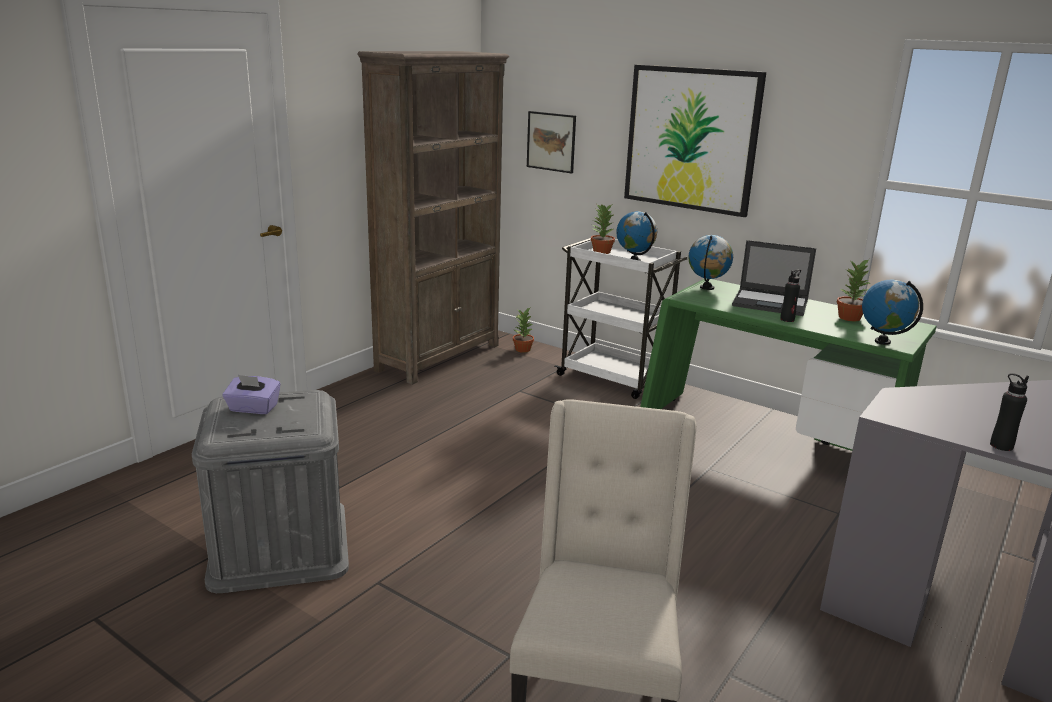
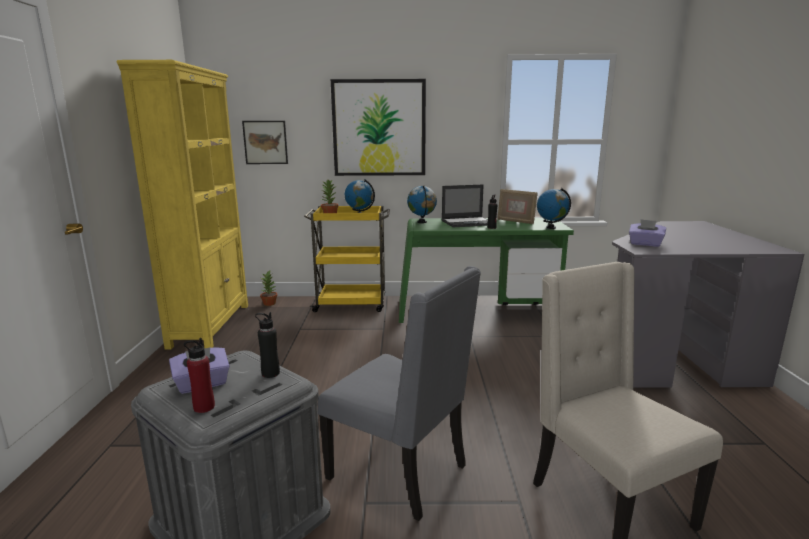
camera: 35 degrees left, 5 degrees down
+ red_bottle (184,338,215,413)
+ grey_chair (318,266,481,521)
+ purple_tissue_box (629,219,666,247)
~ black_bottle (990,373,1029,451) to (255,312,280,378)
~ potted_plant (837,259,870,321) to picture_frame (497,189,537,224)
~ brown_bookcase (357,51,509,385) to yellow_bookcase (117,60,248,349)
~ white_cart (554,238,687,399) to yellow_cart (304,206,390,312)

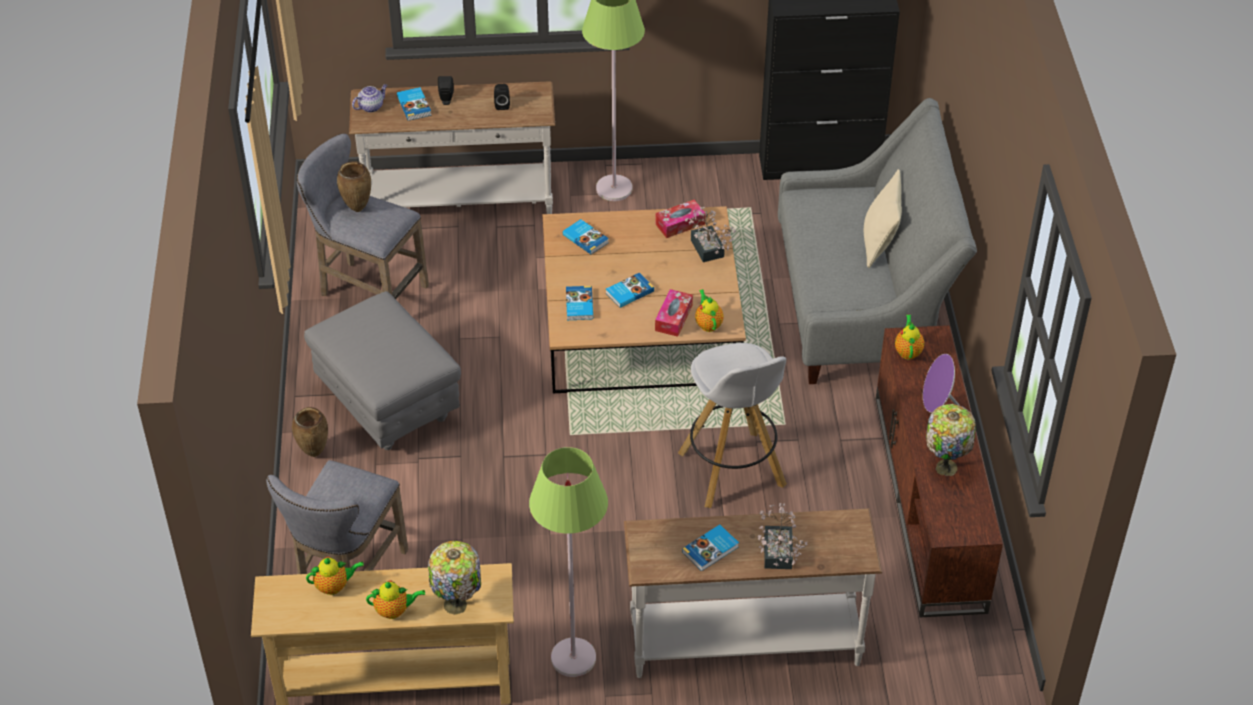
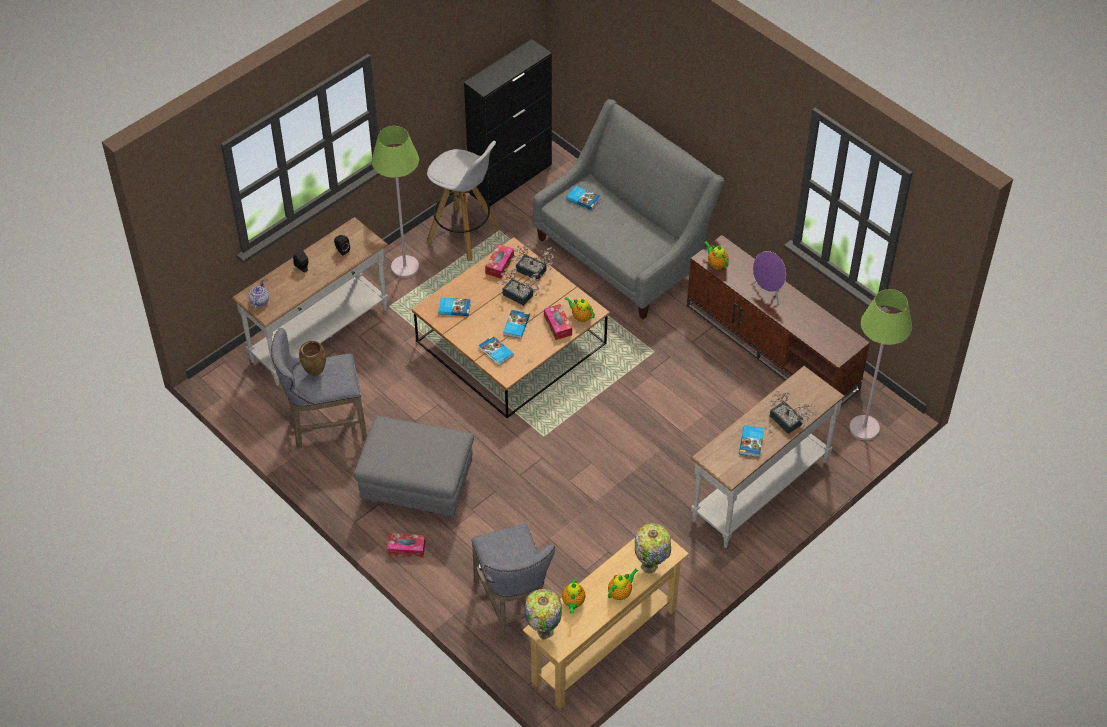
camera: 40 degrees left, 5 degrees up
- beige_pillow (864,169,902,268)
+ potted_plant (497,268,542,306)
~ book (397,87,432,121) to (566,186,600,210)
~ green_floor_lamp (529,447,608,677) to (849,289,912,440)
~ white_stool (678,343,787,508) to (427,141,499,262)
~ table_lamp (926,404,976,476) to (525,589,562,639)
~ brown_vase (292,407,328,457) to tissue_box (387,533,425,558)
~ teapot (306,557,364,595) = (562,578,586,613) 150 degrees clockwise

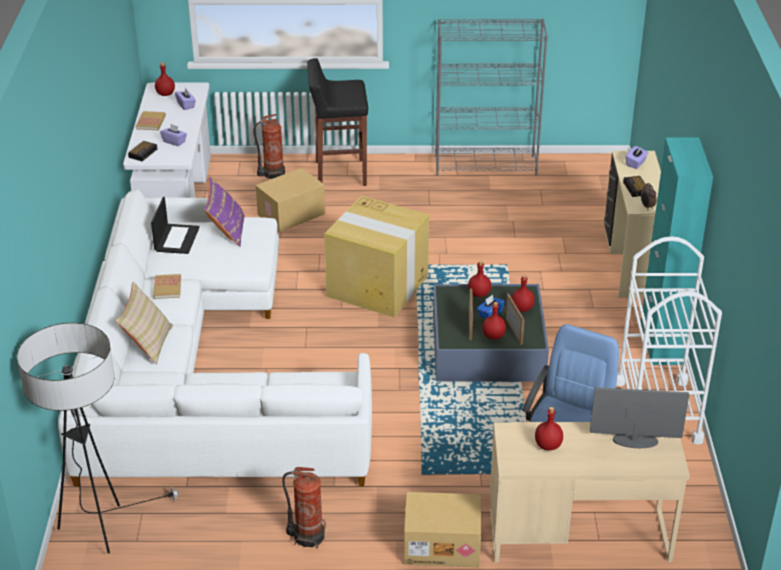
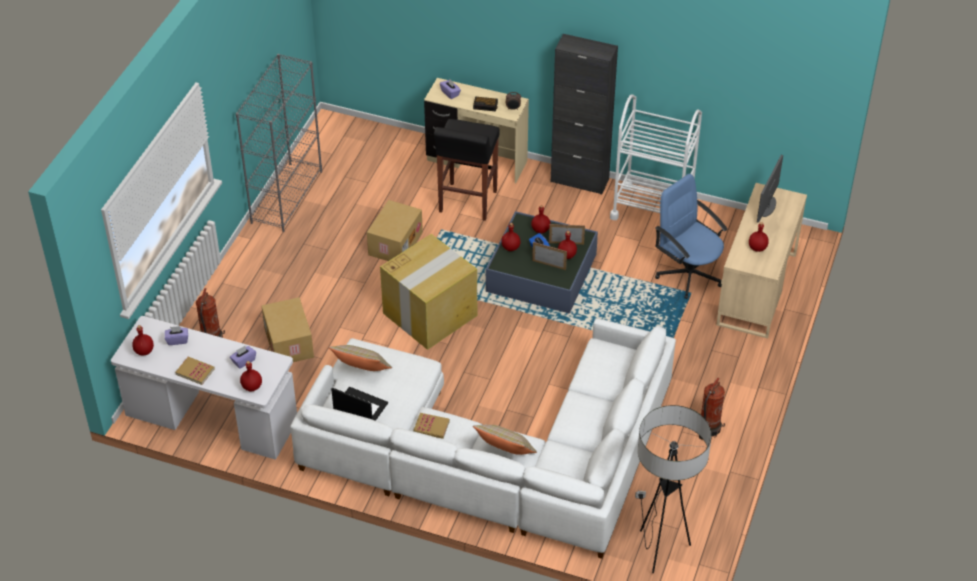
camera: 70 degrees left, 10 degrees up
~ black_stool (307,58,368,186) to (434,119,500,221)
~ cardboard_box (404,492,481,567) to (367,200,423,261)
~ alarm_clock (128,141,157,161) to red_bottle (240,361,262,391)
~ purple_pillow (204,177,245,247) to beige_pillow (328,345,392,371)
~ turquoise_cabinet (641,138,713,365) to black_cabinet (551,34,618,195)

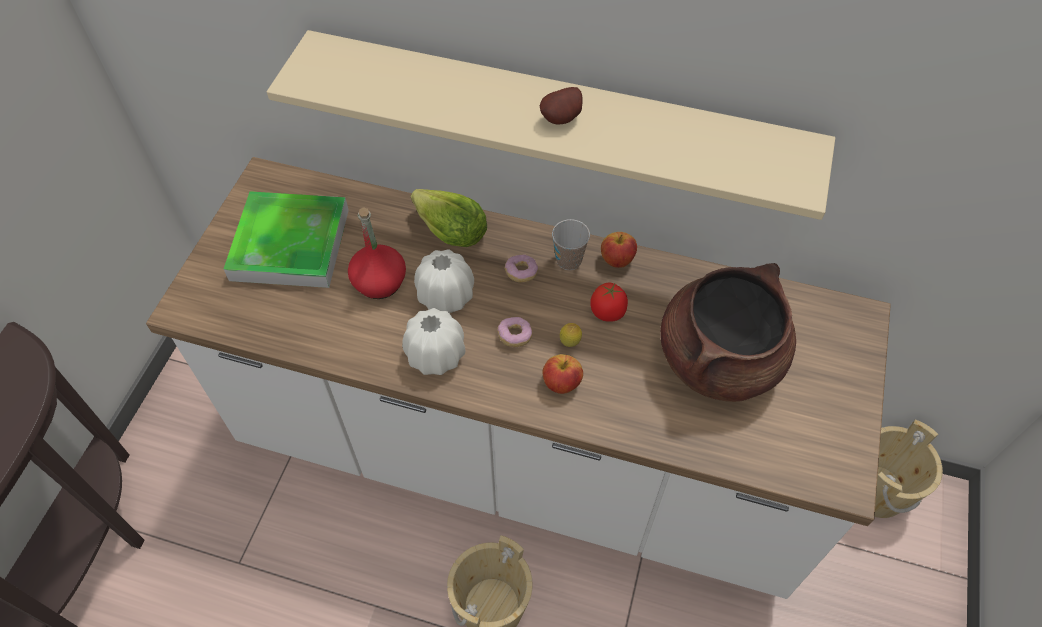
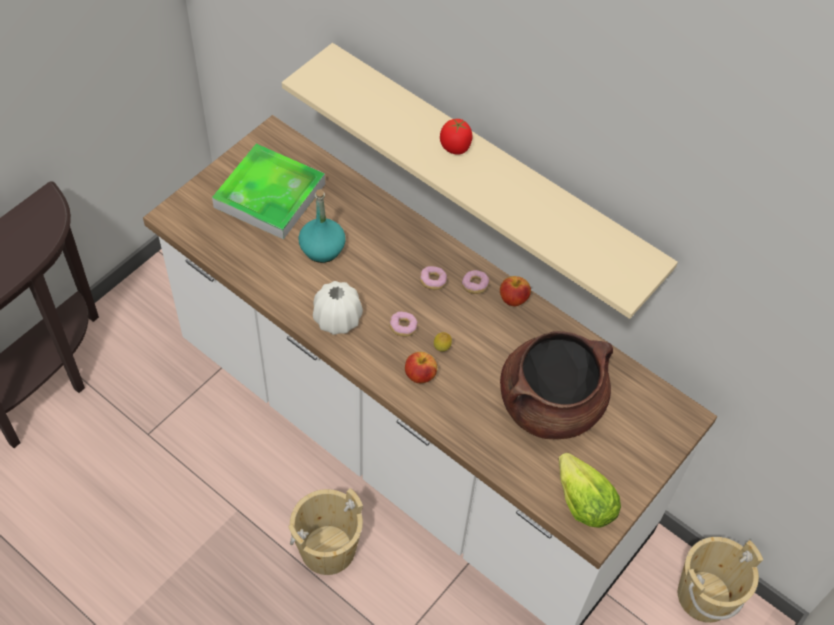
camera: 20 degrees right, 0 degrees up
- white_vase (414,249,474,313)
- potato (540,87,583,124)
~ lettuce (411,189,487,247) to (559,453,621,528)
~ tomato (590,283,628,322) to (440,119,473,155)
~ cup (552,219,590,270) to donut (462,270,490,294)
~ red_bottle (348,207,406,299) to turquoise_bottle (299,189,346,263)

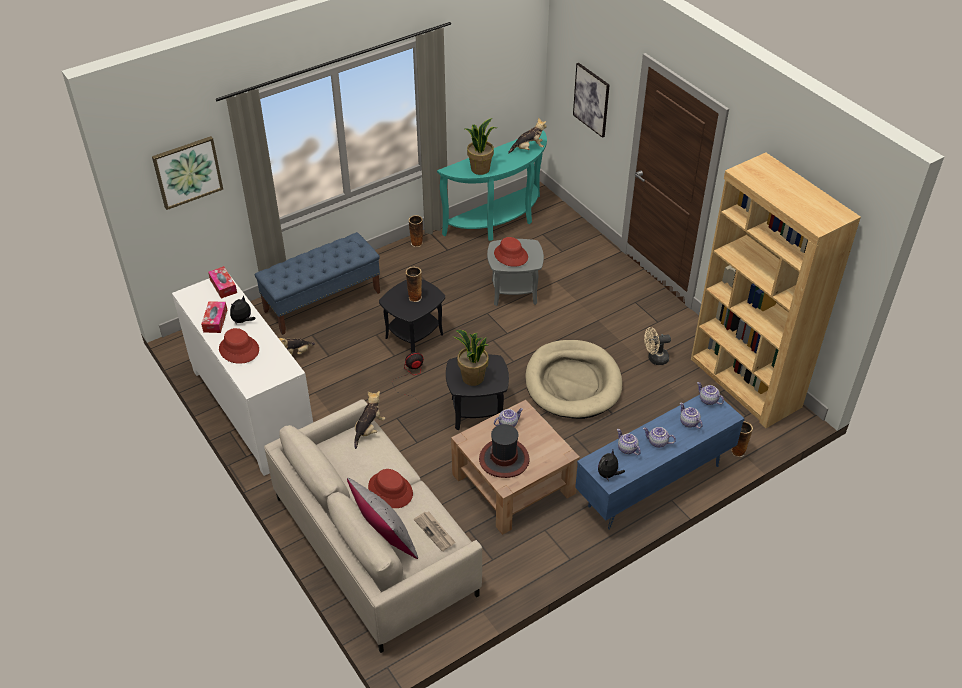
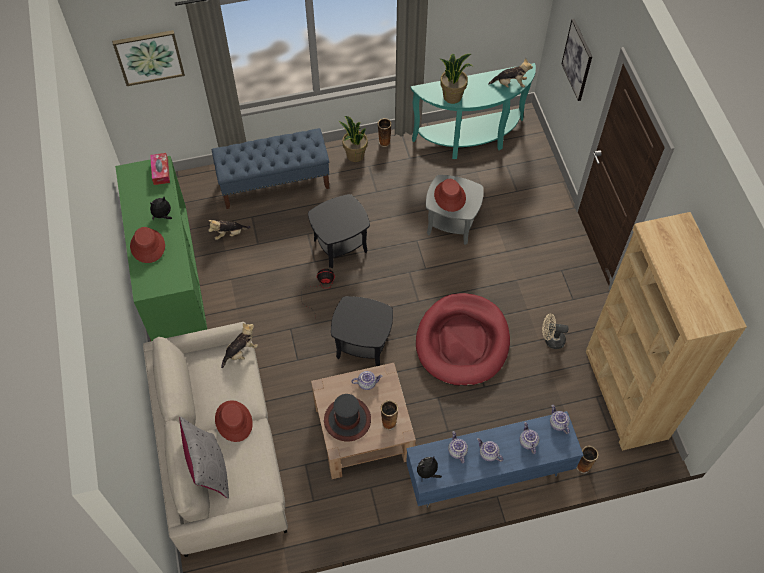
camera: 20 degrees right, 15 degrees up
- tissue_box (201,301,227,333)
- newspaper (414,512,456,551)
~ vase (405,267,422,302) to (381,400,398,430)
~ potted_plant (453,330,489,386) to (339,116,368,162)
~ white_cabinet (172,276,313,476) to green_cabinet (115,156,207,341)
~ beige_dog_bed (525,340,622,419) to red_dog_bed (416,293,510,386)

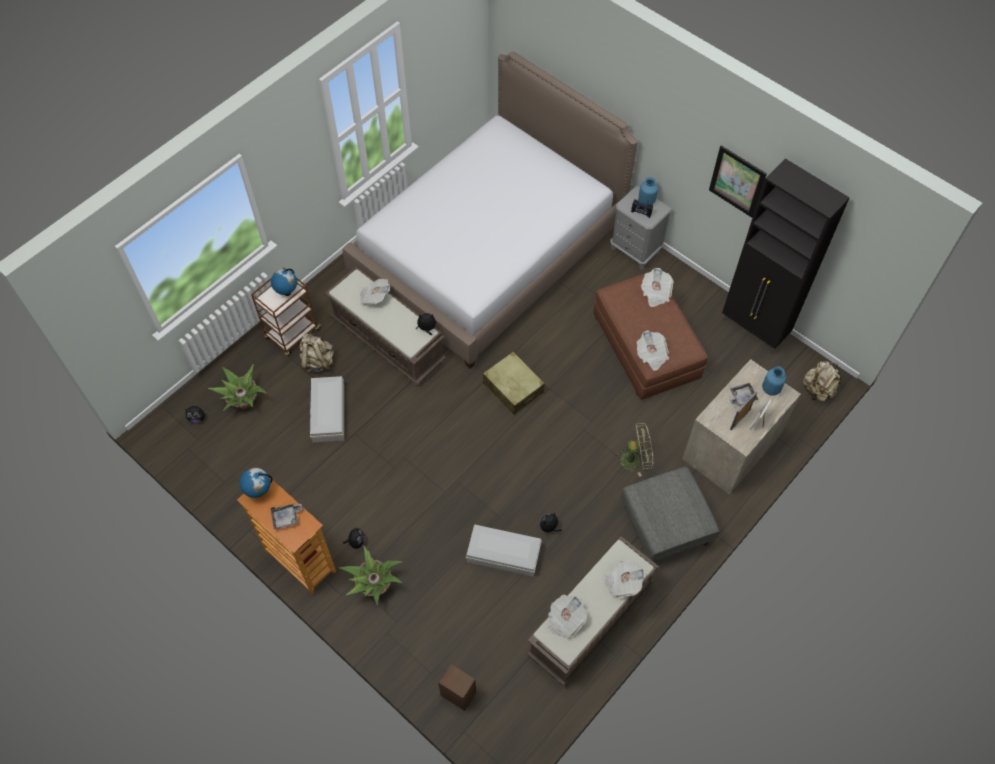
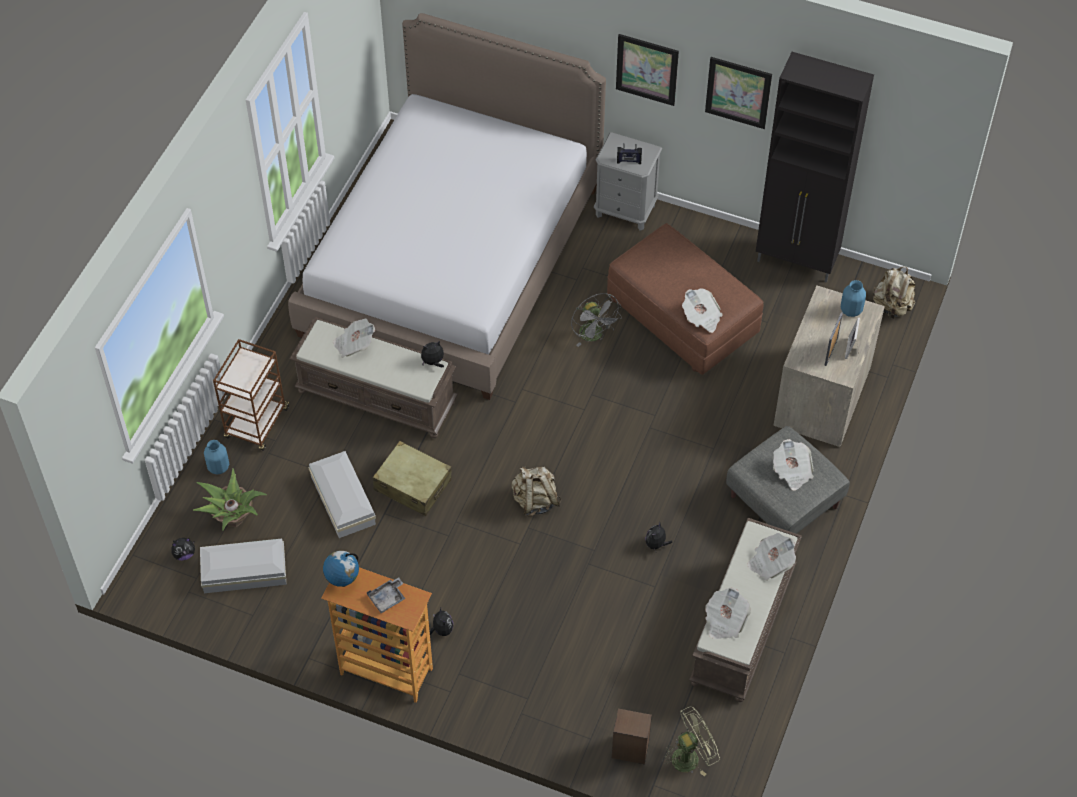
camera: 20 degrees left, 5 degrees down
- globe (271,269,297,296)
- potted_plant (338,546,402,605)
- grey_tray (730,383,758,406)
+ grey_fan (571,293,622,347)
+ picture (616,34,679,106)
~ beige_backpack (299,333,334,373) to (512,466,562,517)
~ white_storage_box (466,524,542,577) to (200,538,286,593)
~ beige_suitcase (483,351,545,415) to (373,441,452,516)
~ green_fan (613,423,653,476) to (662,706,720,776)
~ blue_vase (639,177,658,205) to (204,440,229,474)
~ newspaper (641,268,674,307) to (773,439,814,491)

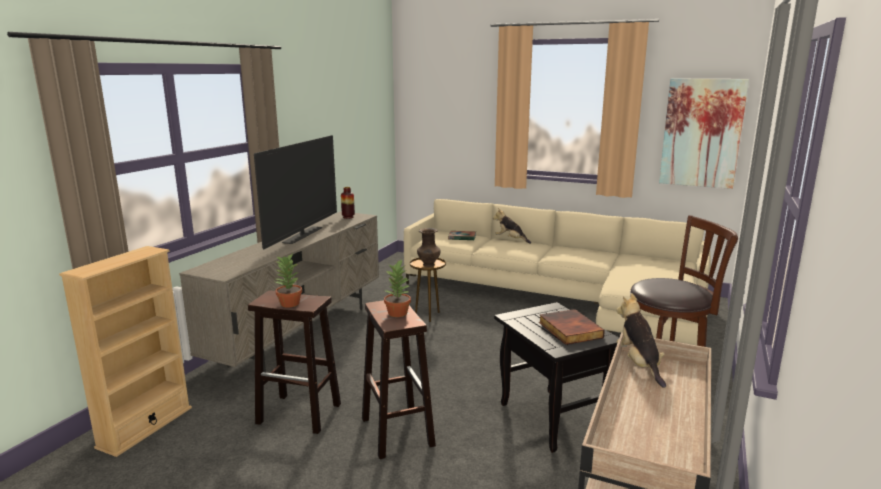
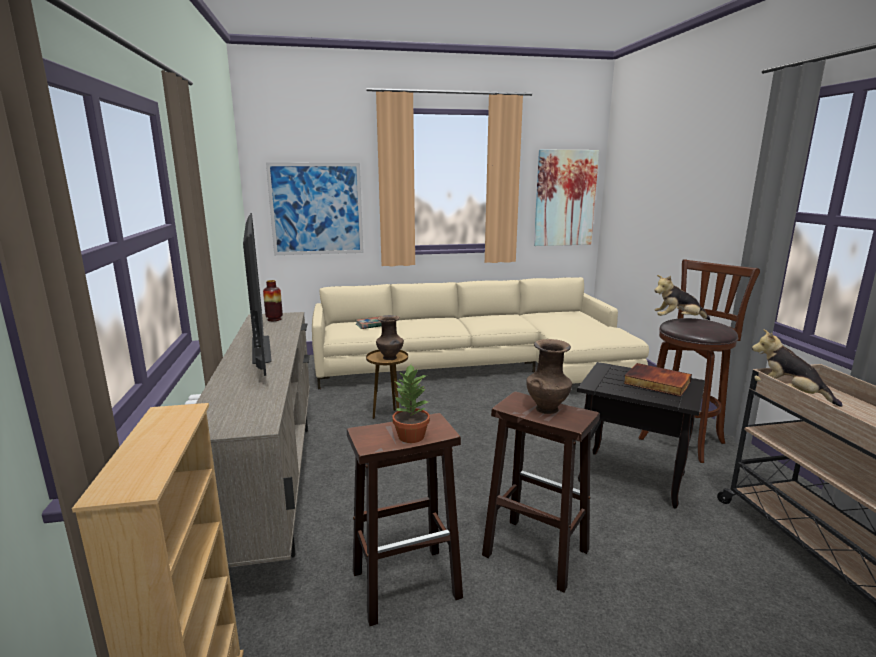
camera: 35 degrees left, 0 degrees up
+ picture (266,163,364,255)
~ plush_toy (493,208,531,244) to (654,275,710,320)
~ potted_plant (384,259,411,317) to brown_vase (526,339,572,414)

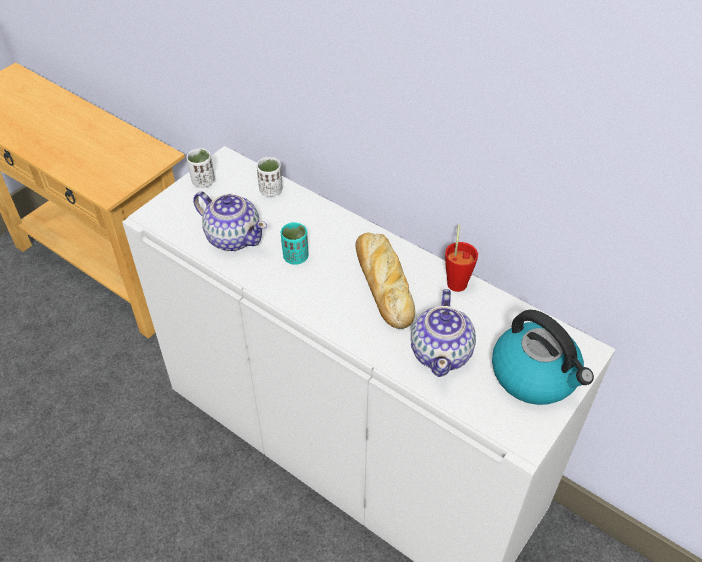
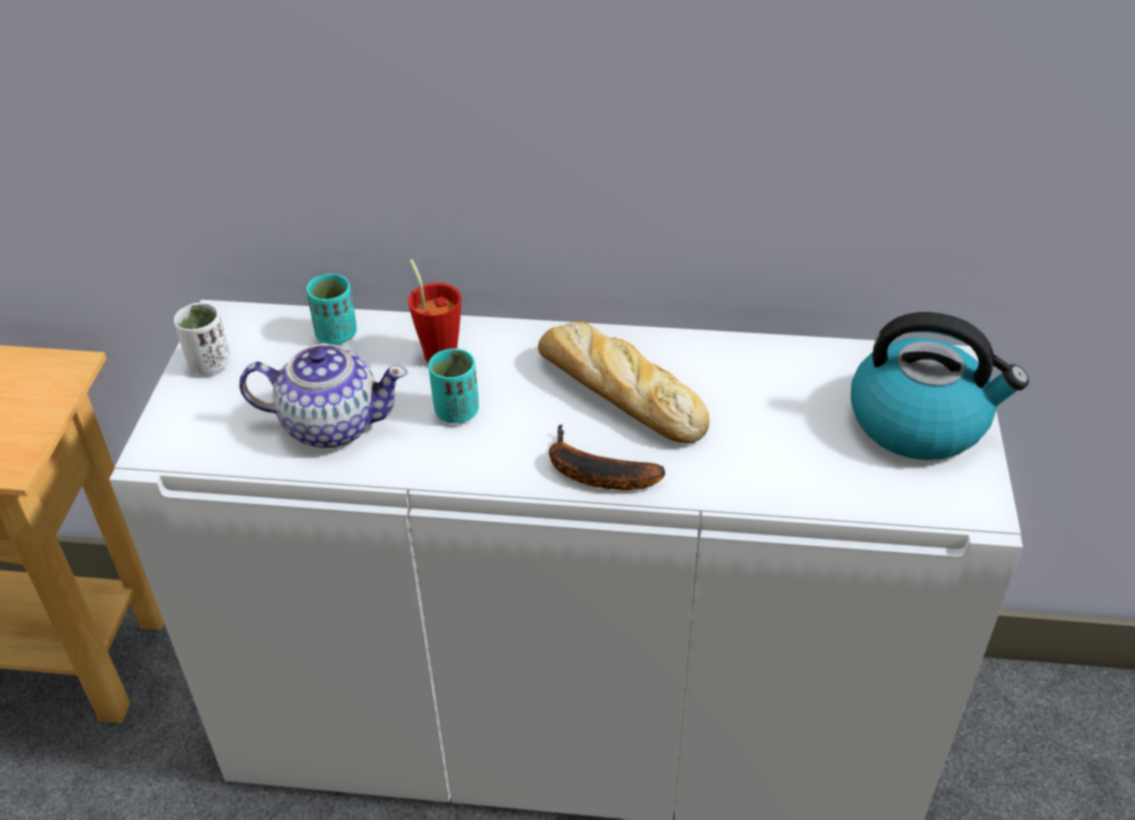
camera: 30 degrees left, 5 degrees down
- teapot (411,289,476,377)
+ banana (549,424,665,490)
~ red_cup (445,225,478,292) to (408,259,461,363)
~ white_cup (257,157,282,197) to turquoise_cup (306,274,357,345)

